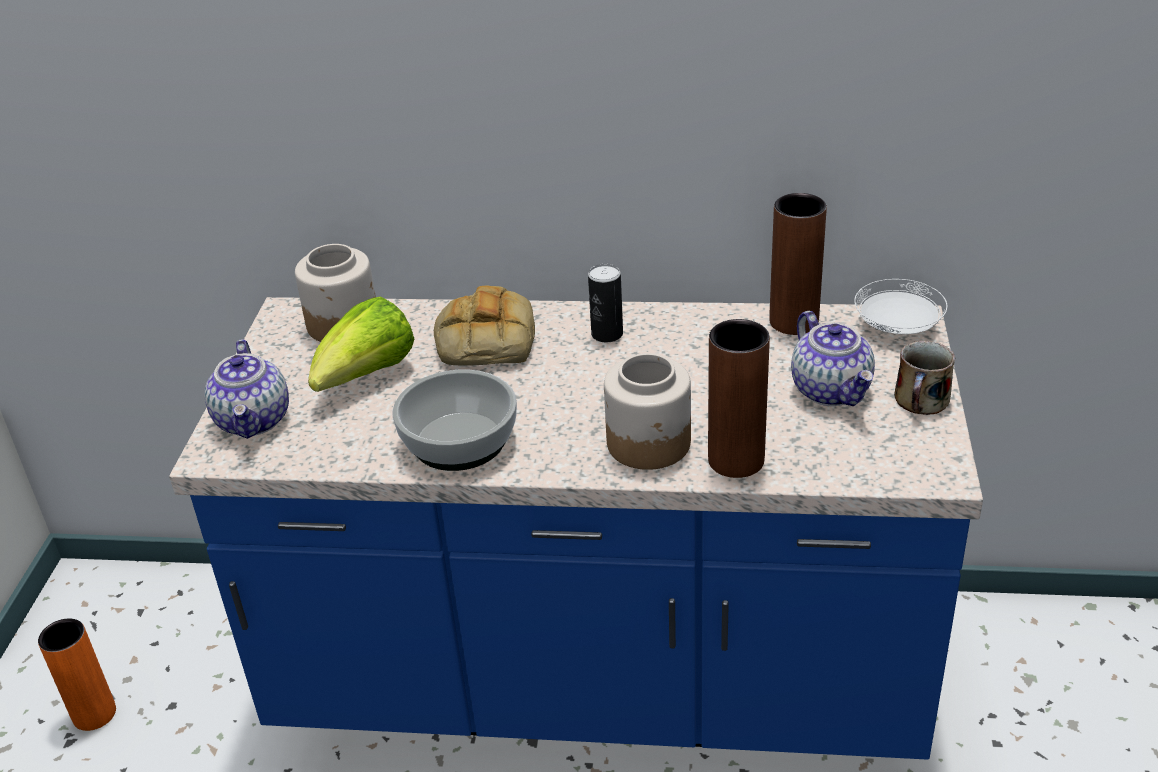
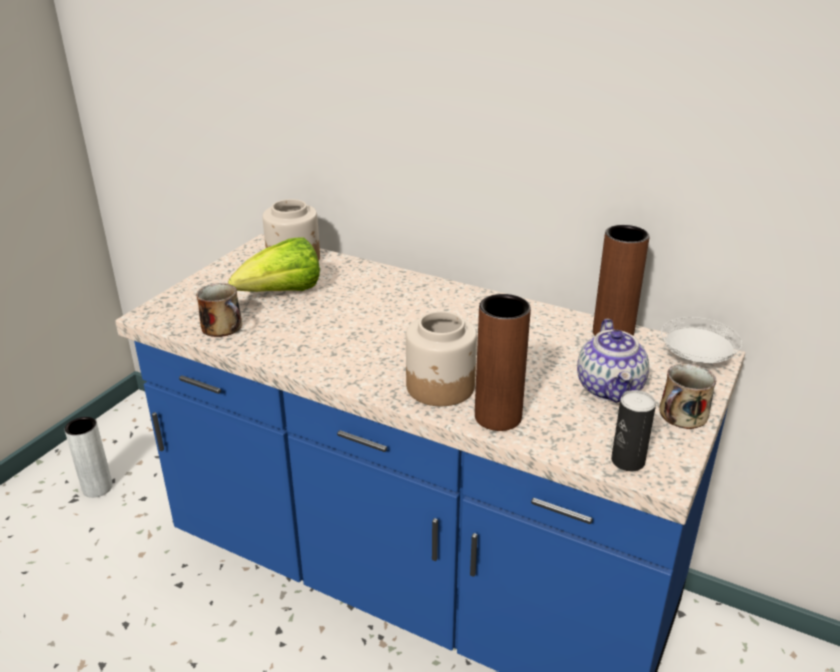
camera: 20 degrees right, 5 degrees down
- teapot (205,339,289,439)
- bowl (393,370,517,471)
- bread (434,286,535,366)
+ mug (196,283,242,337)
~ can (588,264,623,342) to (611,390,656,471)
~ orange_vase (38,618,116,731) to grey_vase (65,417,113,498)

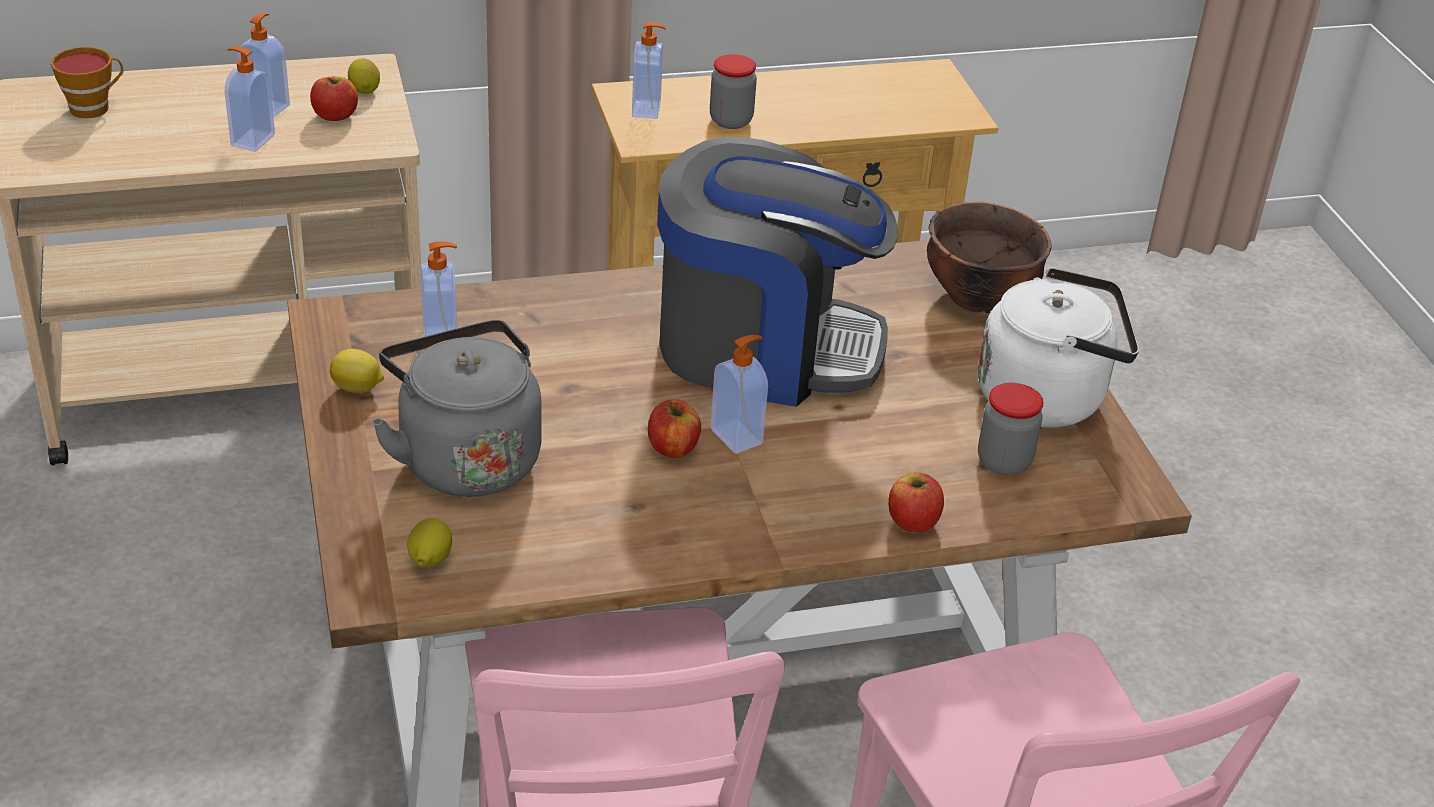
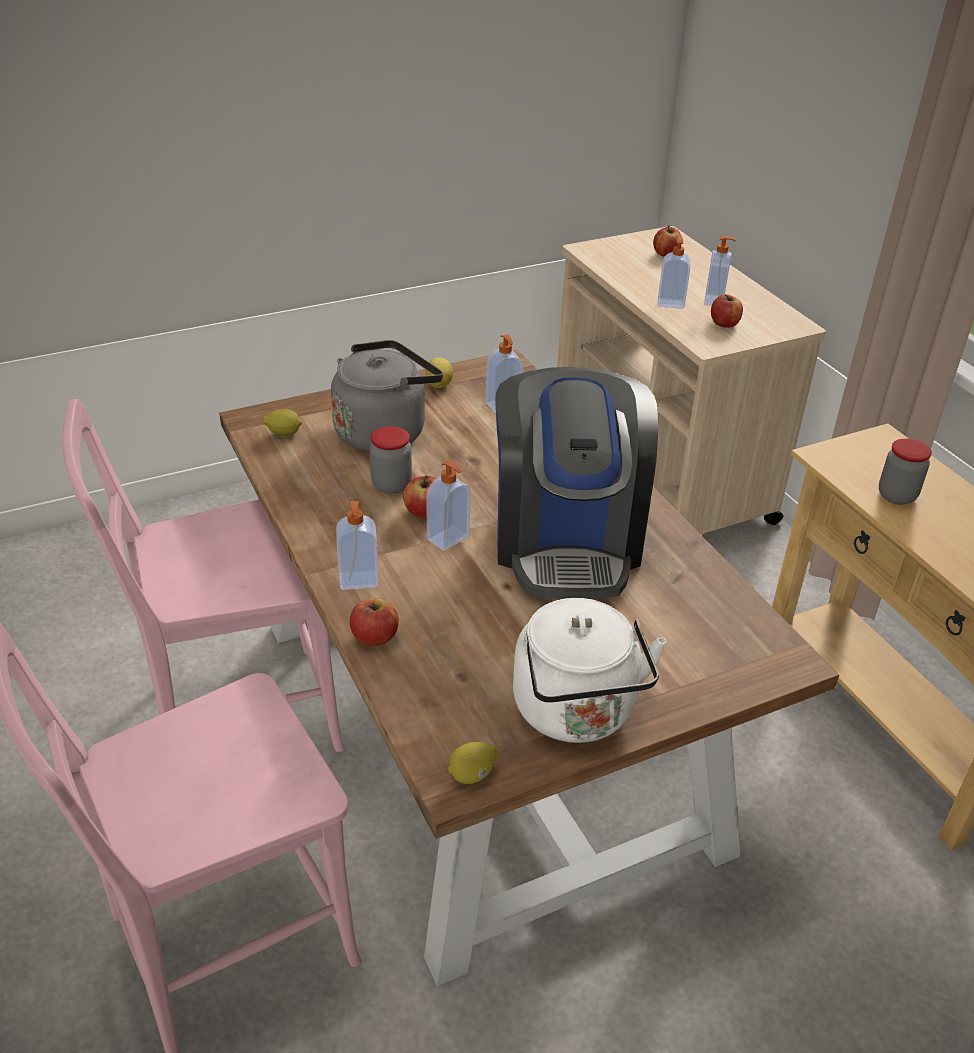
camera: 80 degrees right, 0 degrees up
- brown_bowl (927,202,1052,313)
~ lemon (348,58,380,94) to (448,742,498,784)
~ soap_dispenser (632,22,666,119) to (336,501,379,590)
~ jar (978,383,1043,476) to (370,426,412,494)
~ cup (51,47,123,118) to apple (653,225,681,257)

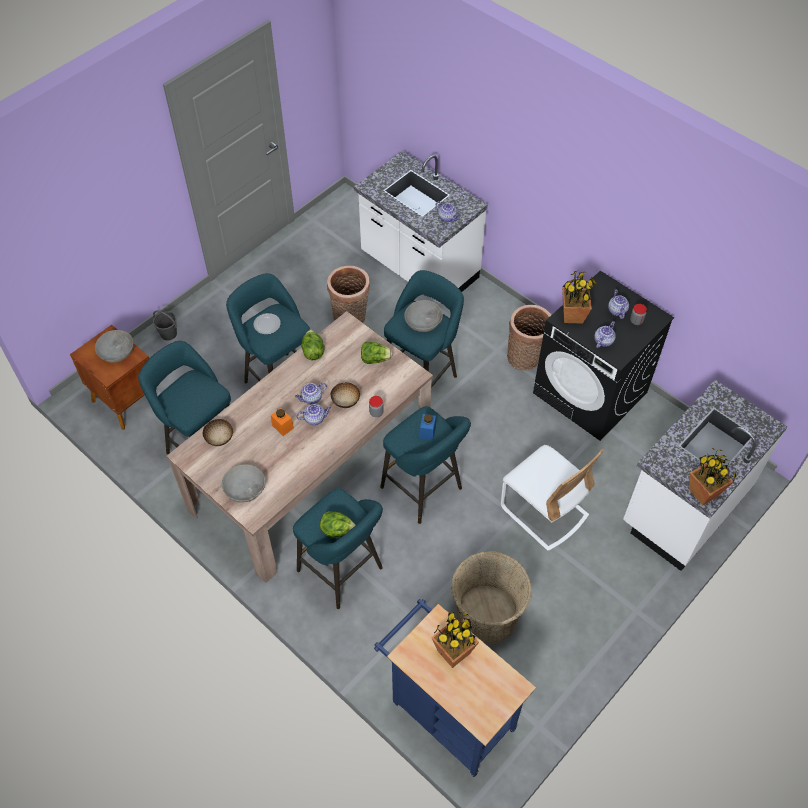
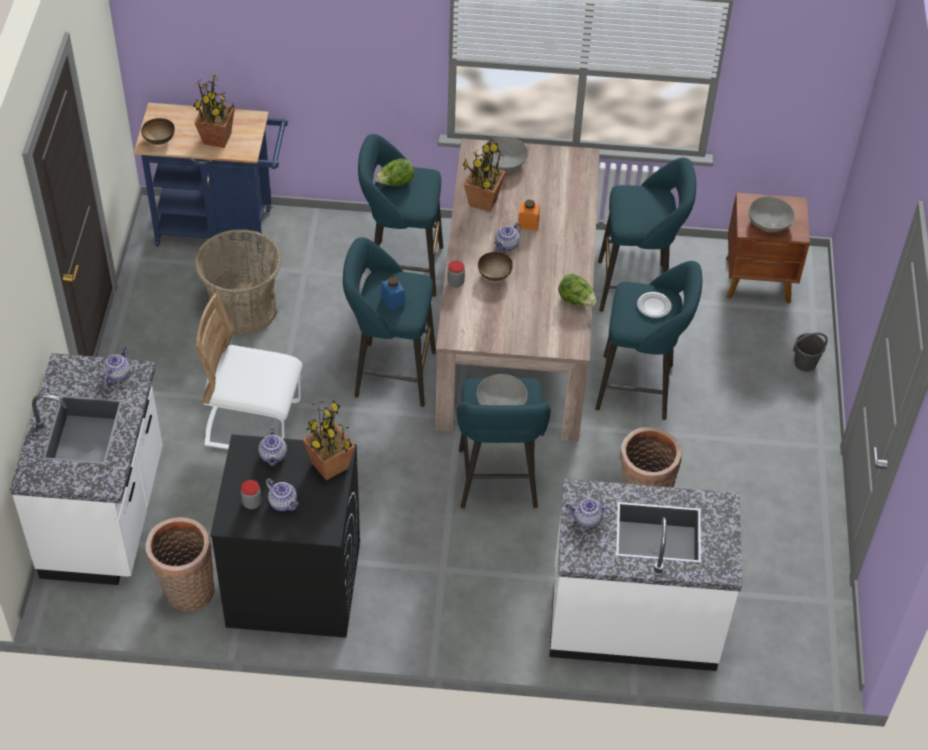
camera: 140 degrees right, 5 degrees down
- lettuce (361,342,392,364)
~ bowl (203,419,233,446) to (141,118,175,145)
~ teapot (295,383,327,404) to (102,347,130,385)
~ basket (507,305,551,371) to (146,517,215,611)
~ potted_plant (689,448,736,505) to (463,137,506,212)

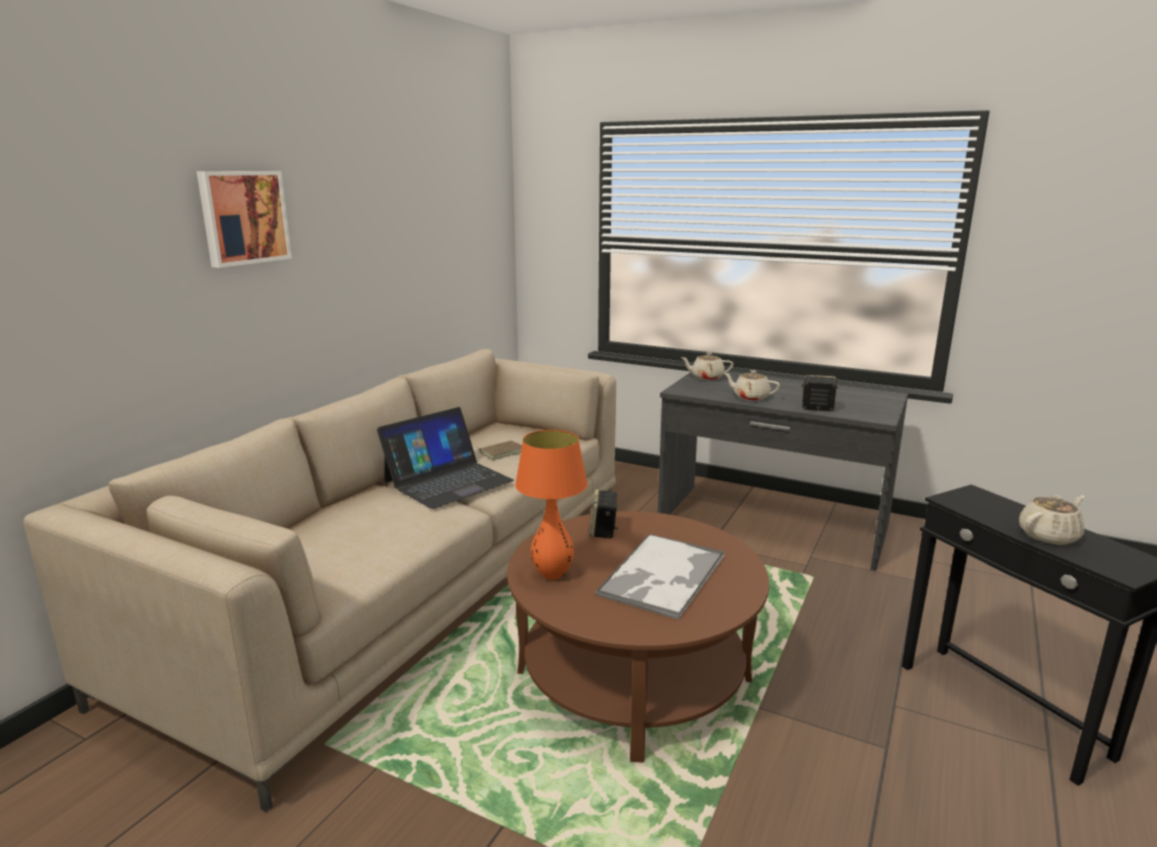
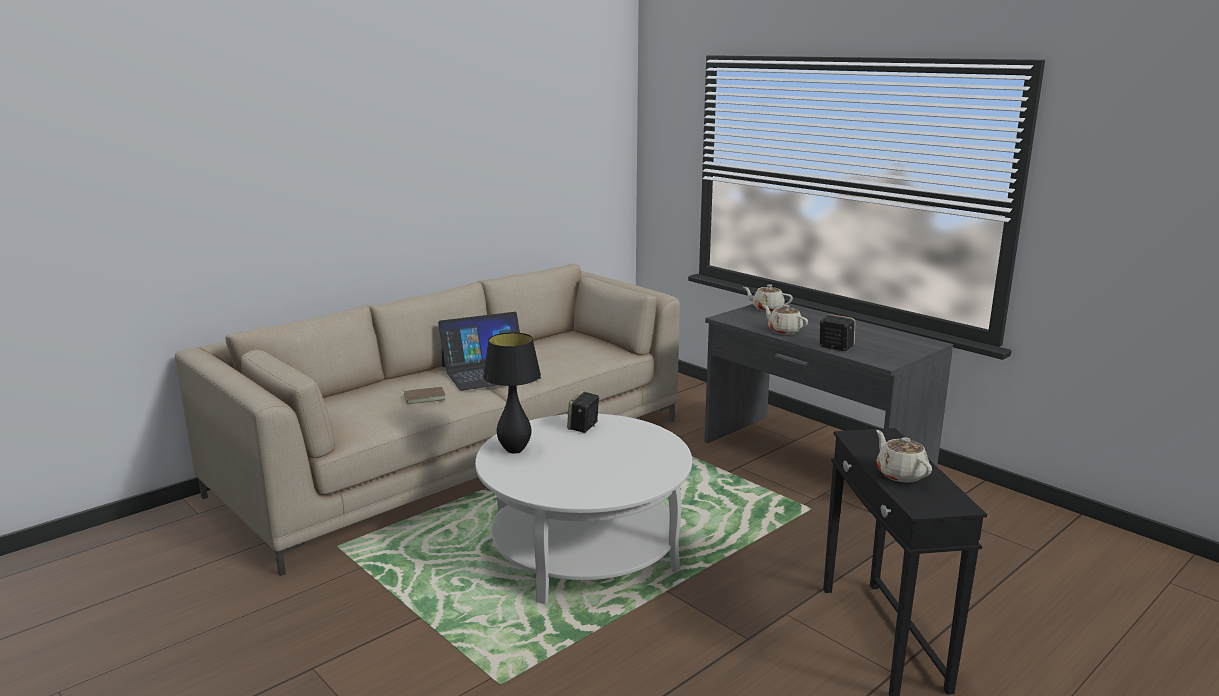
camera: 20 degrees right, 0 degrees up
- picture (197,171,292,268)
- tray (595,533,725,620)
~ brown_book (476,441,522,460) to (402,387,446,404)
~ brown_coffee_table (507,511,769,762) to white_coffee_table (475,414,692,604)
~ orange_table_lamp (515,430,588,580) to black_table_lamp (483,332,541,453)
~ beige_teapot (1019,495,1085,545) = (876,430,932,483) 105 degrees counterclockwise

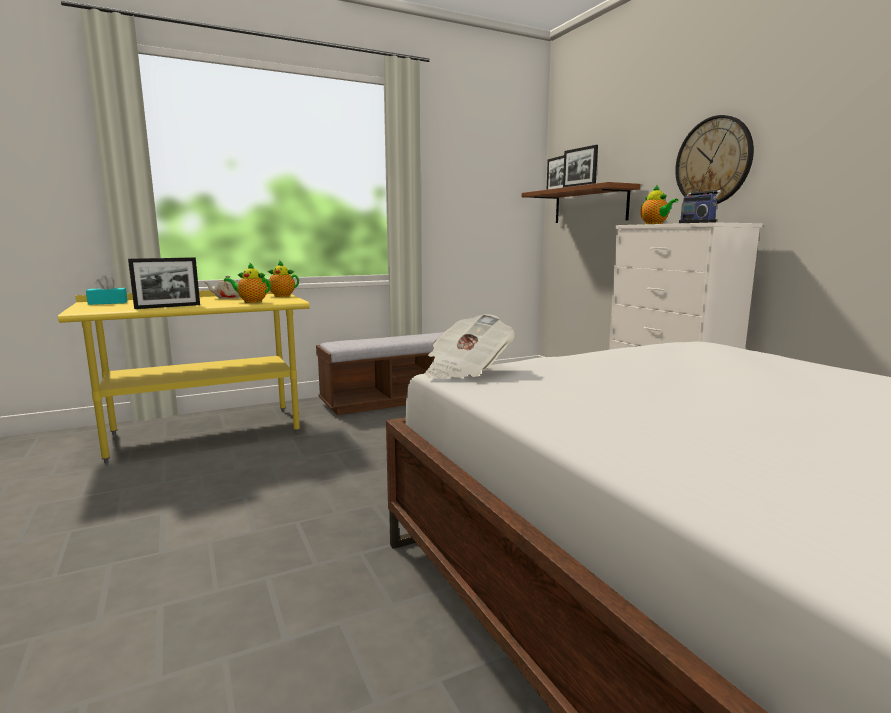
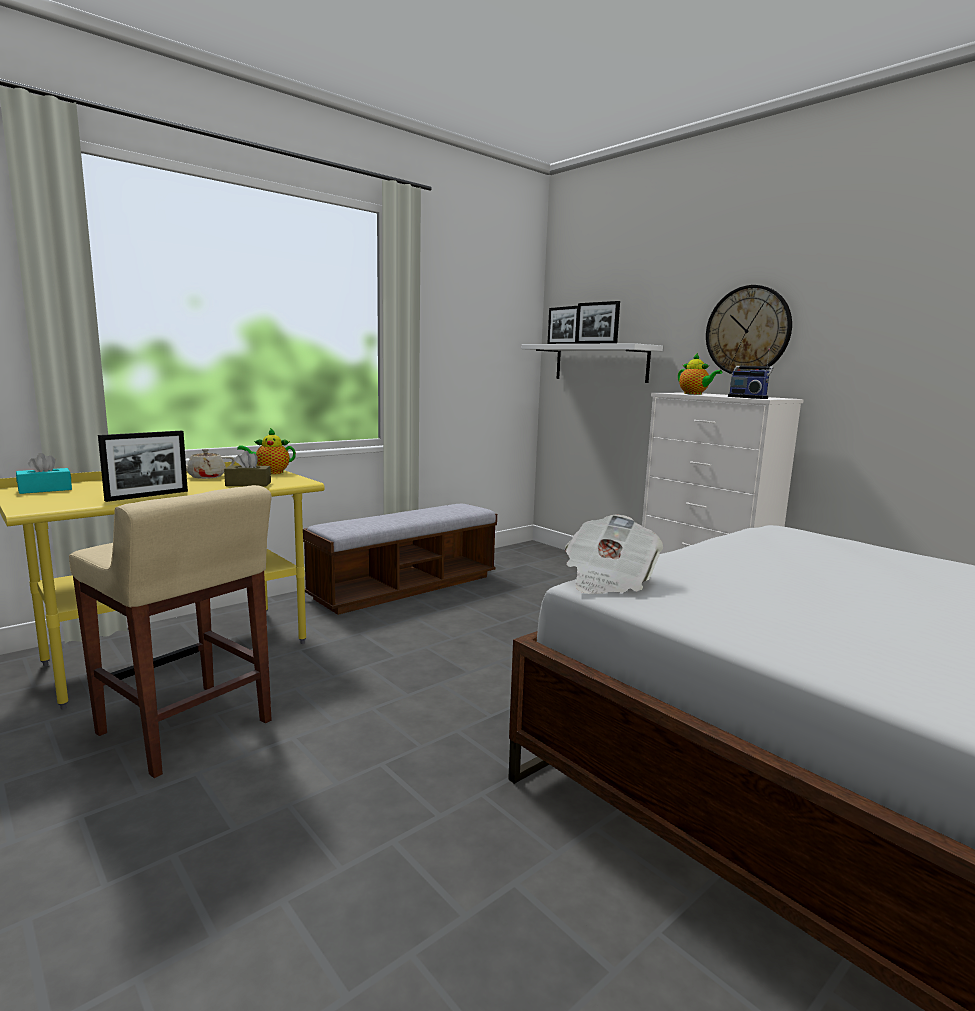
camera: 15 degrees left, 0 degrees up
+ beige_stool (69,485,272,778)
~ teapot (224,262,271,303) to brown_tissue_box (224,451,271,486)
~ brown_shelf (522,182,640,223) to white_shelf (522,343,663,383)

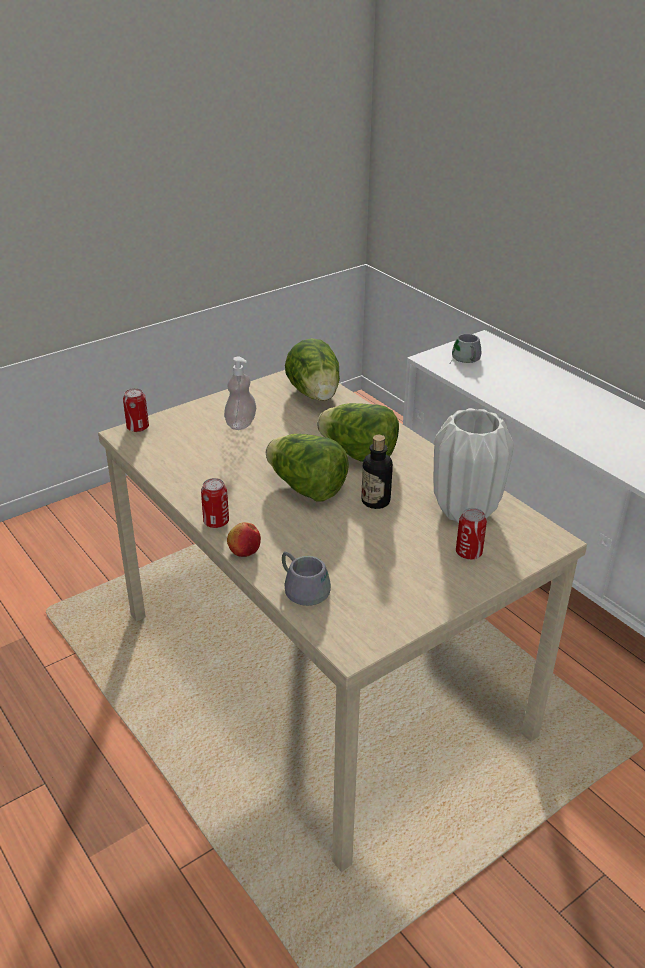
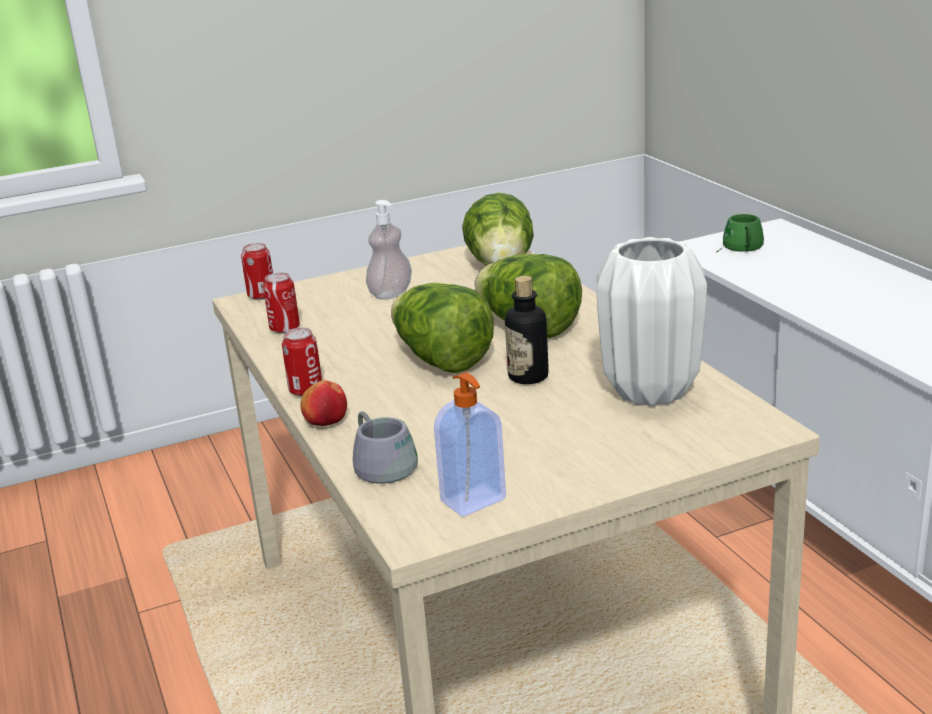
camera: 15 degrees right, 10 degrees down
+ soap_dispenser (434,372,506,517)
~ can (456,508,487,560) to (263,272,300,333)
~ grey_mug (450,334,482,363) to green_mug (716,214,764,253)

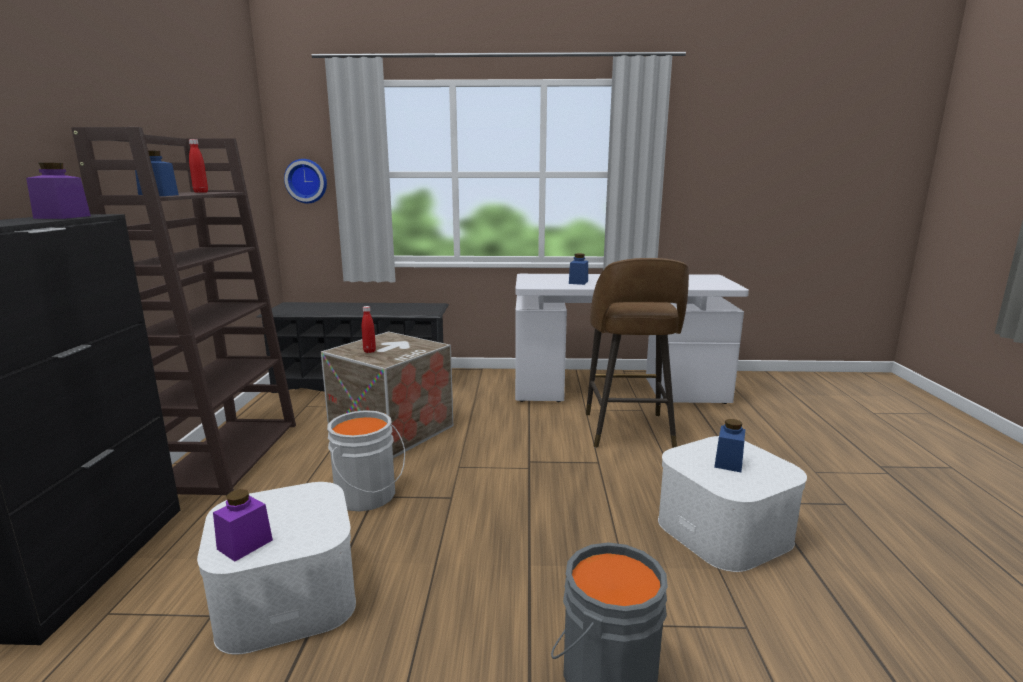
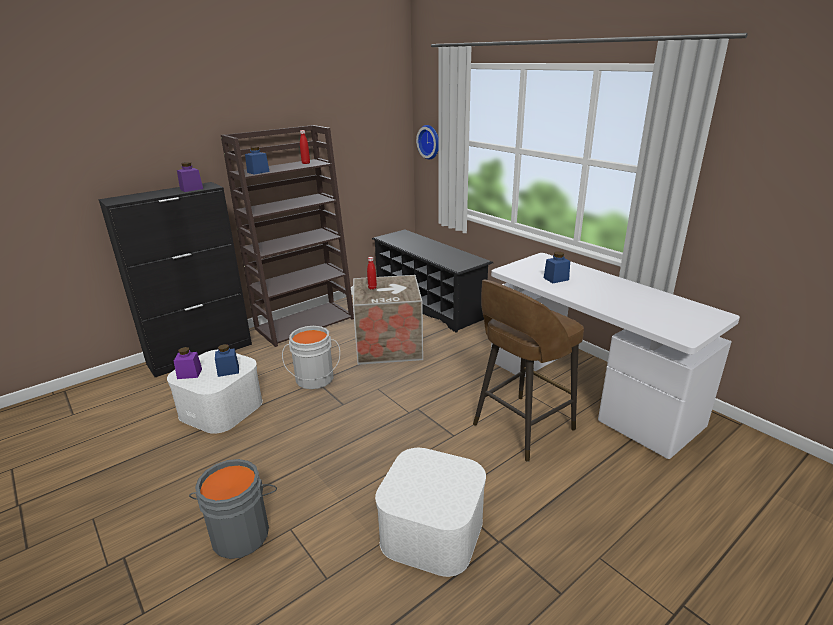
camera: 50 degrees right, 10 degrees up
~ blue_jar (714,419,745,472) to (215,344,239,377)

